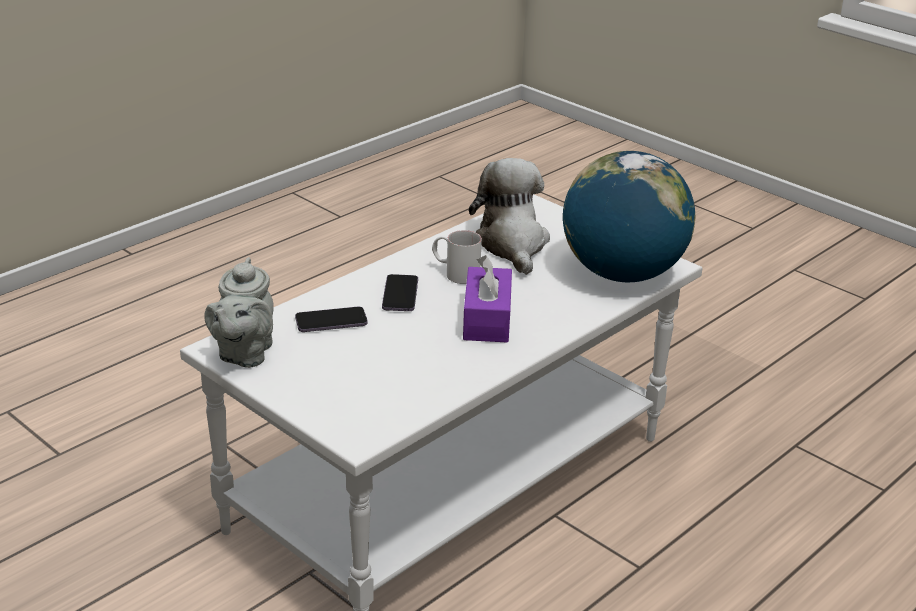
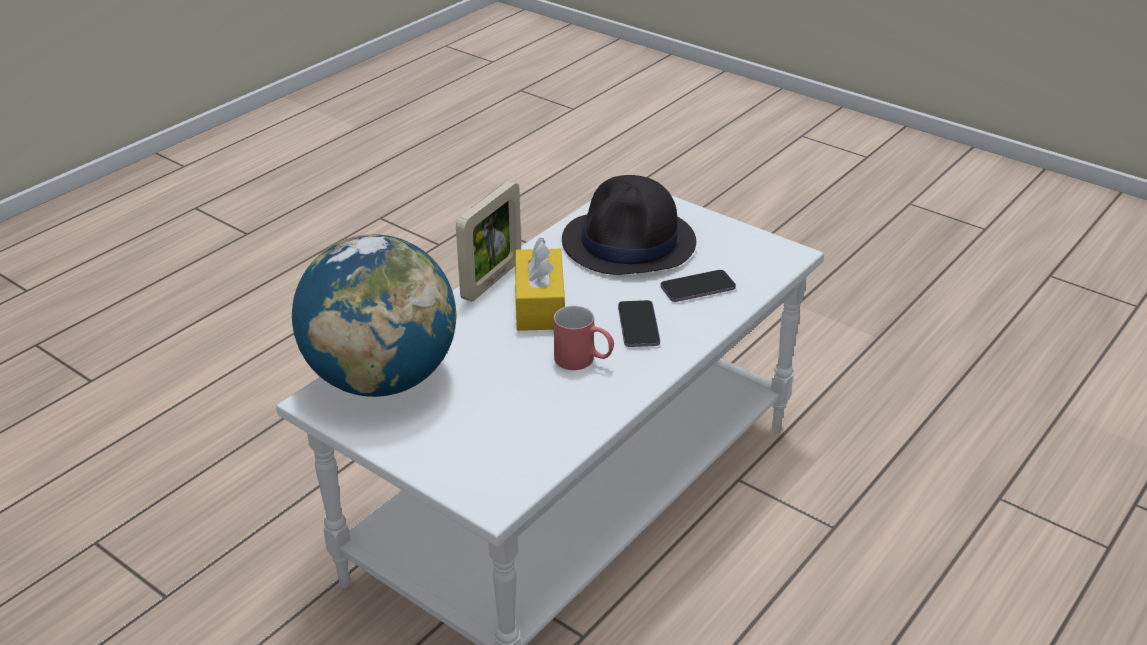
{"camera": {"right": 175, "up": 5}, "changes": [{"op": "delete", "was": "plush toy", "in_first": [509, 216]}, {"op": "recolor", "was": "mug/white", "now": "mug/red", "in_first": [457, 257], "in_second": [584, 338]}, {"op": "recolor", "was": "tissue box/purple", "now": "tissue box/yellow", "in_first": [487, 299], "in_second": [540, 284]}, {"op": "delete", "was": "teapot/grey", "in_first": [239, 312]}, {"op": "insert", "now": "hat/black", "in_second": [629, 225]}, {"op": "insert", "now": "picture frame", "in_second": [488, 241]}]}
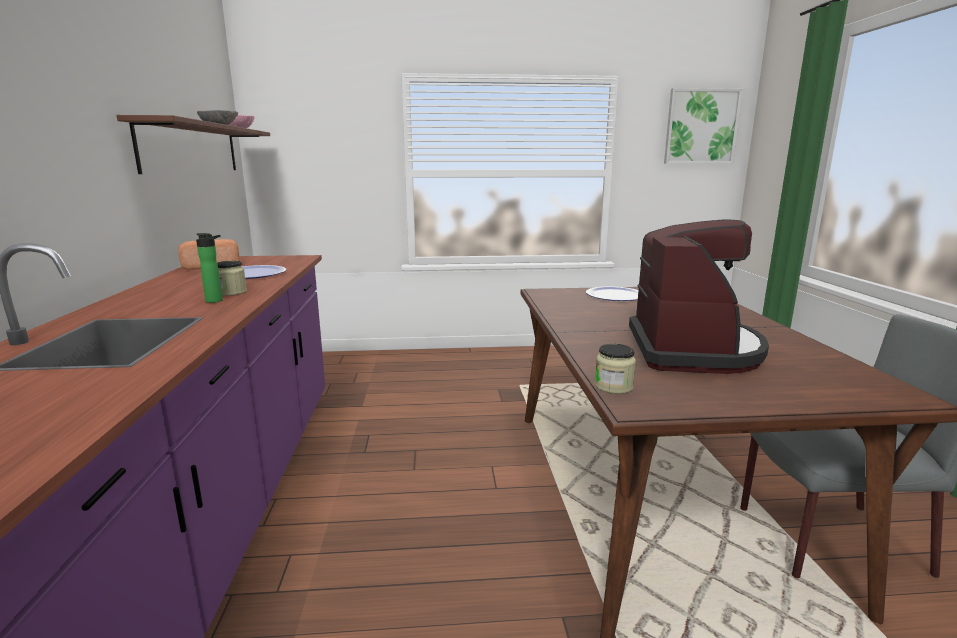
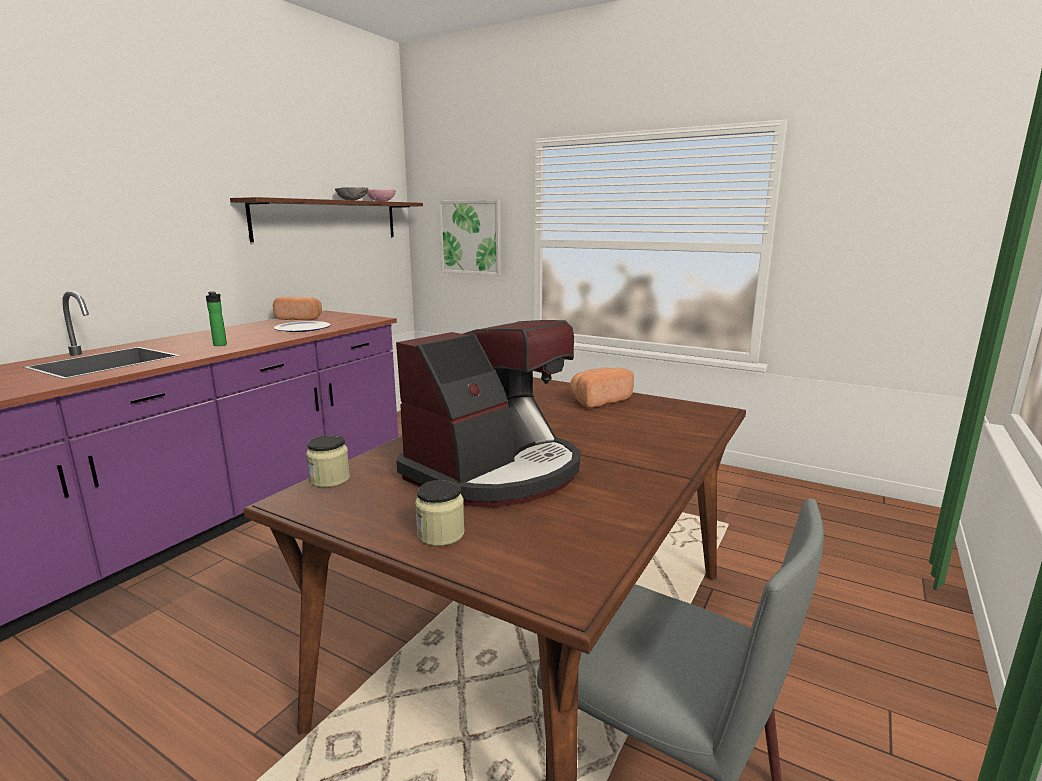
{"camera": {"right": 35, "up": 0}, "changes": [{"op": "move", "was": "picture", "in_first": [703, 126], "in_second": [470, 237]}, {"op": "move", "was": "jar", "in_first": [232, 278], "in_second": [440, 513]}, {"op": "replace", "was": "plate", "now": "bread", "in_first": [612, 293], "in_second": [602, 388]}]}
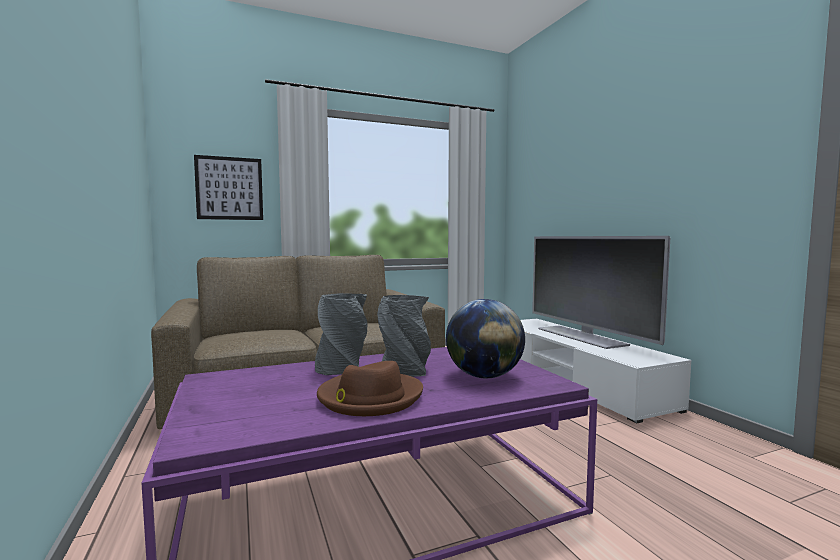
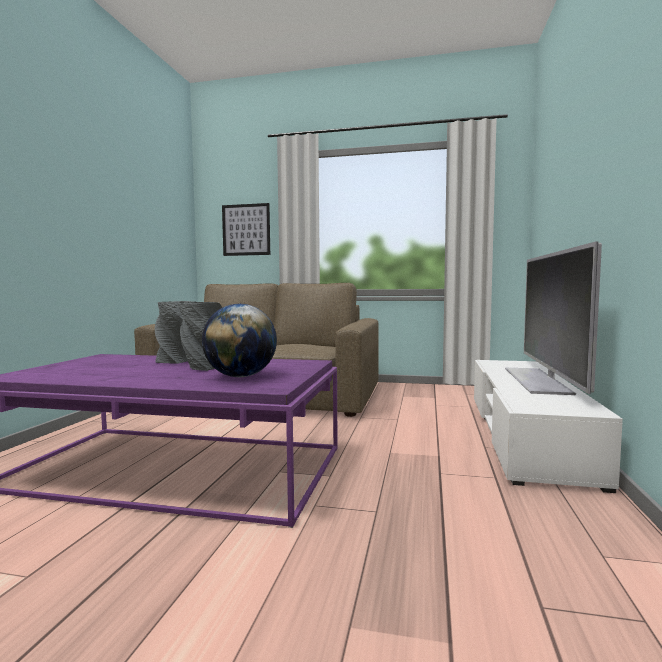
{"camera": {"right": 35, "up": 0}, "changes": [{"op": "delete", "was": "hat/brown", "in_first": [370, 388]}]}
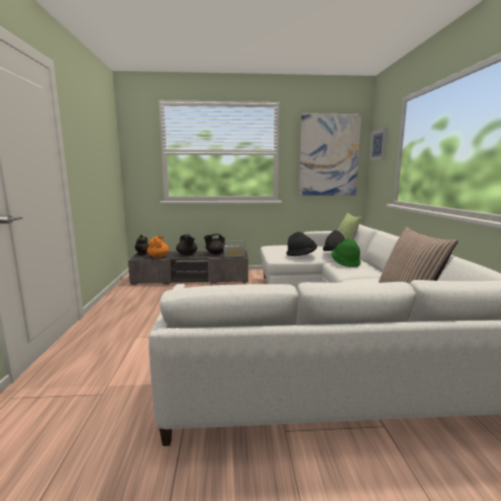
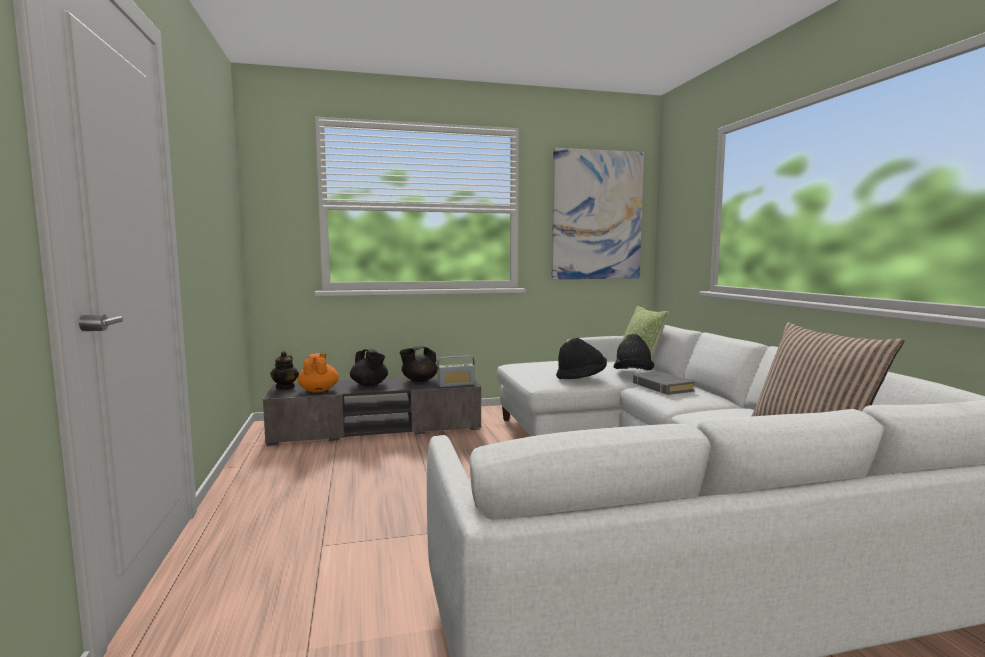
{"camera": {"right": -10, "up": -5}, "changes": [{"op": "delete", "was": "picture", "in_first": [378, 144]}, {"op": "replace", "was": "hat/green", "now": "book/grey", "in_first": [346, 252], "in_second": [664, 383]}]}
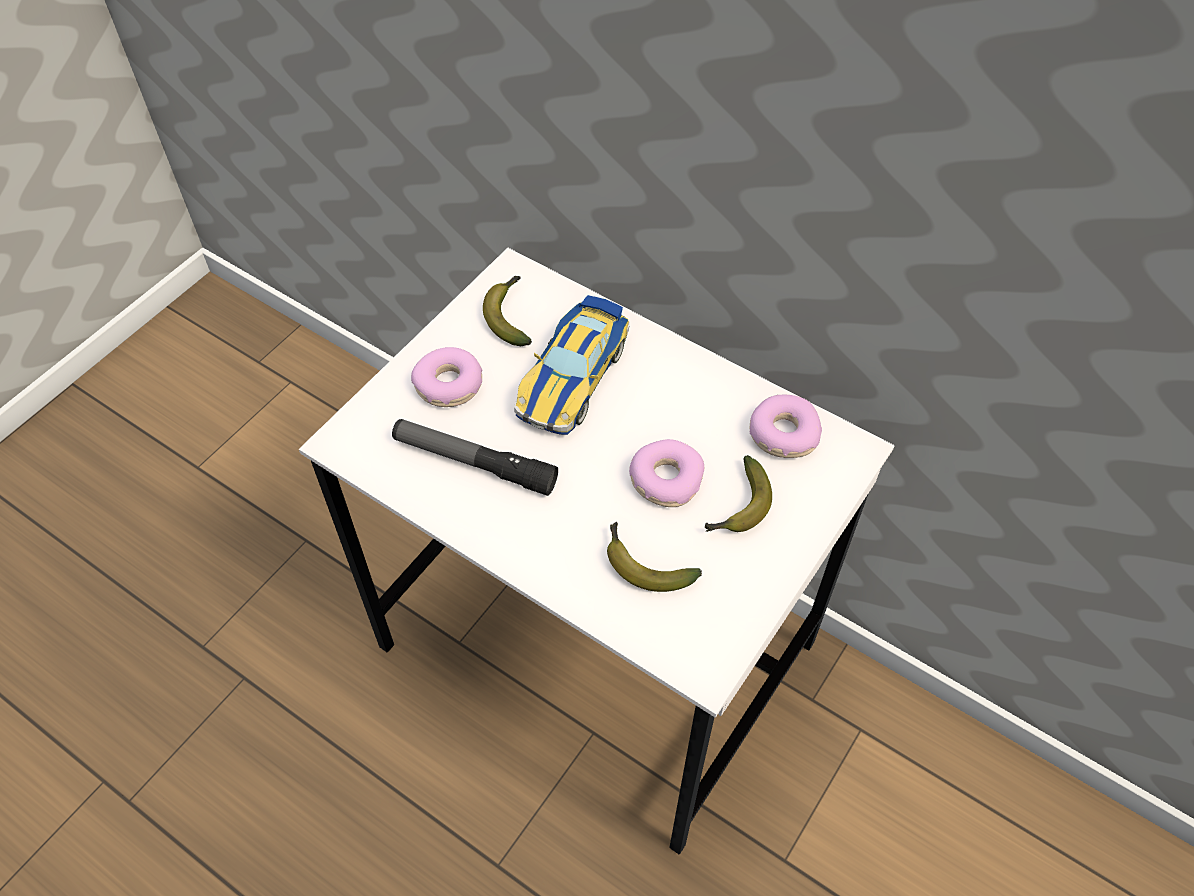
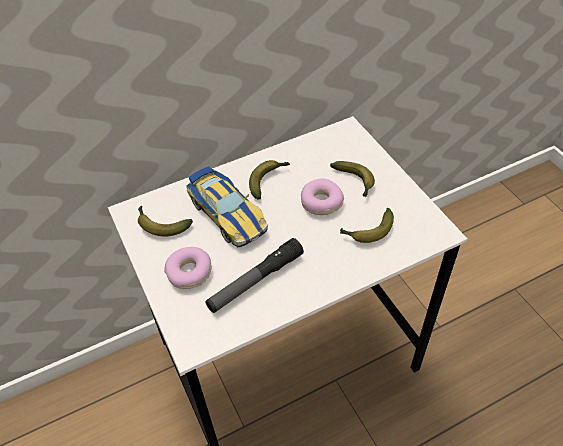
{"camera": {"right": -60, "up": -5}, "changes": [{"op": "delete", "was": "donut", "in_first": [786, 426]}, {"op": "insert", "now": "banana", "in_second": [269, 180]}]}
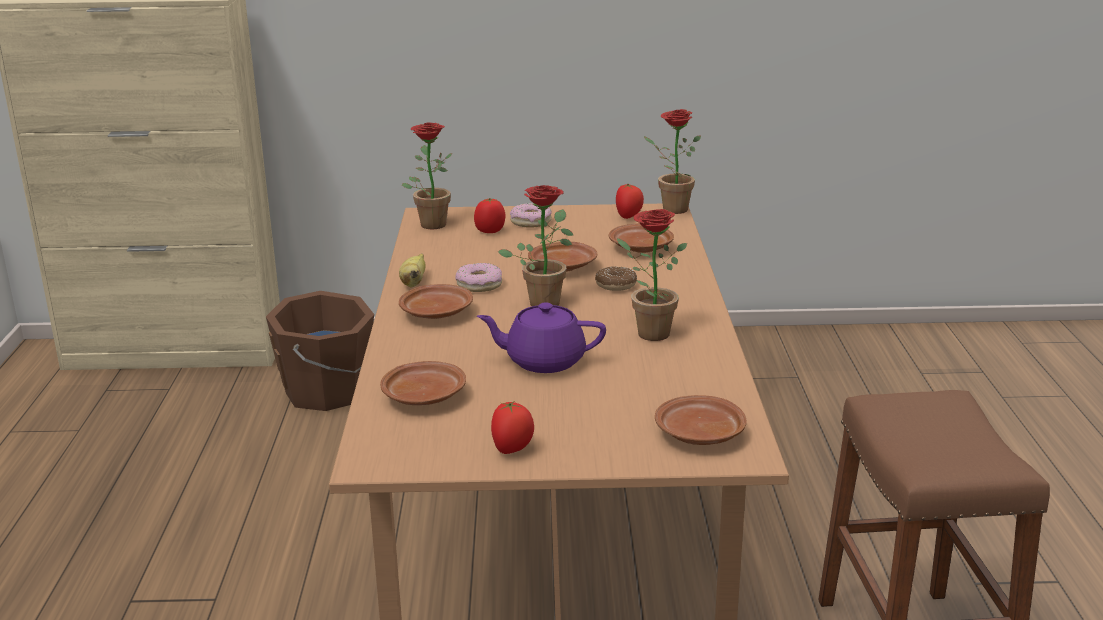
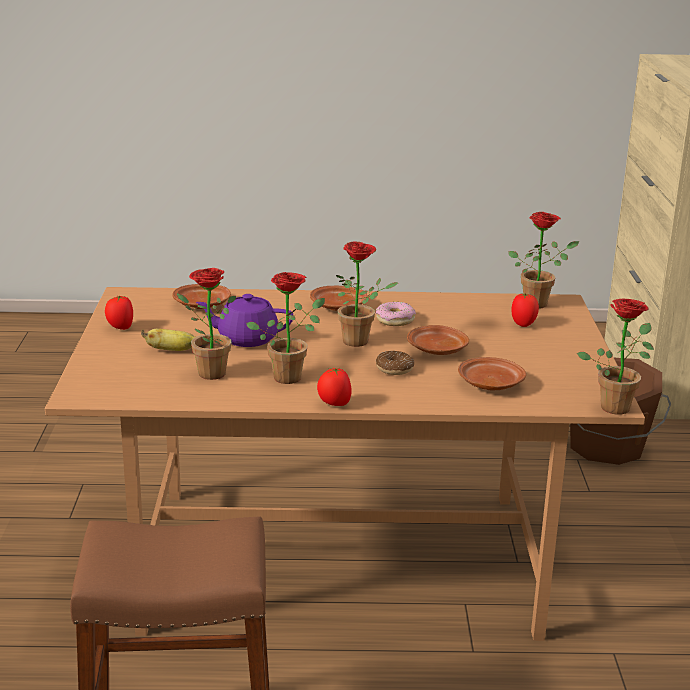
{"camera": {"right": 90, "up": 0}, "changes": [{"op": "move", "was": "tomato", "in_first": [630, 201], "in_second": [334, 387]}, {"op": "delete", "was": "donut", "in_first": [531, 215]}, {"op": "move", "was": "banana", "in_first": [412, 270], "in_second": [168, 339]}, {"op": "rotate", "was": "teapot/purple", "in_first": [541, 338], "in_second": [245, 320], "clockwise": -90}, {"op": "delete", "was": "plate/brown", "in_first": [701, 420]}, {"op": "insert", "now": "potted plant", "in_second": [206, 324]}]}
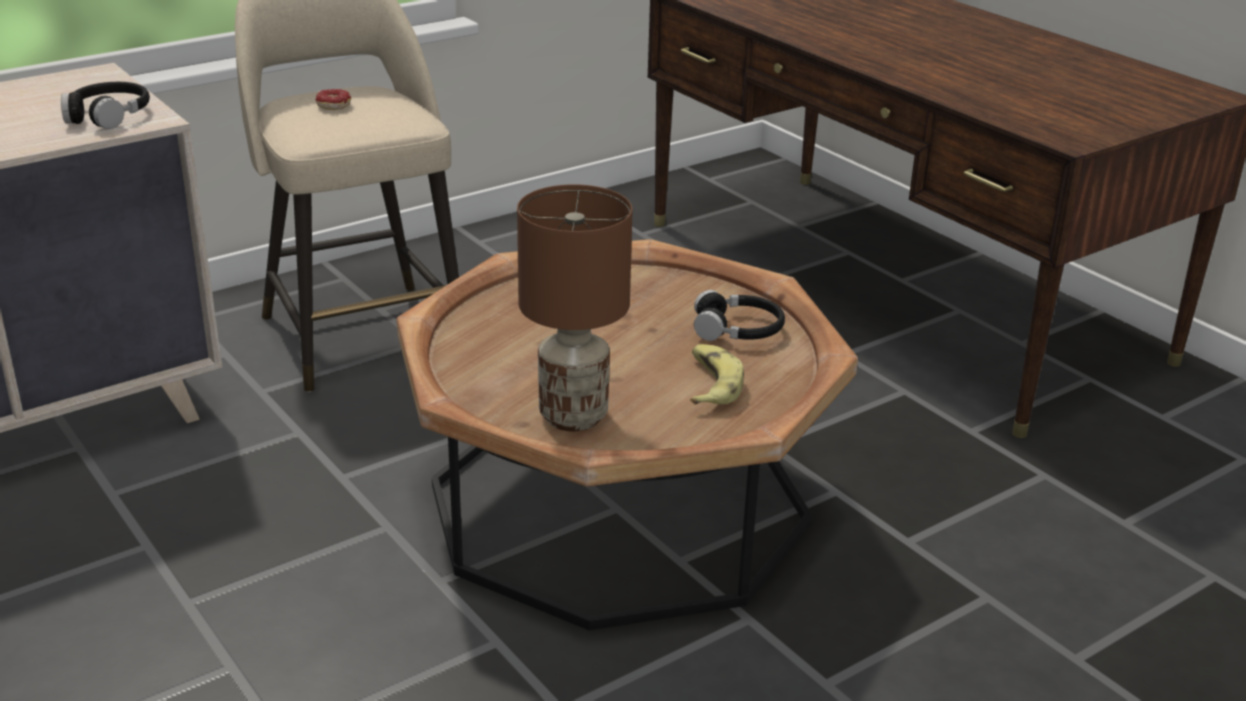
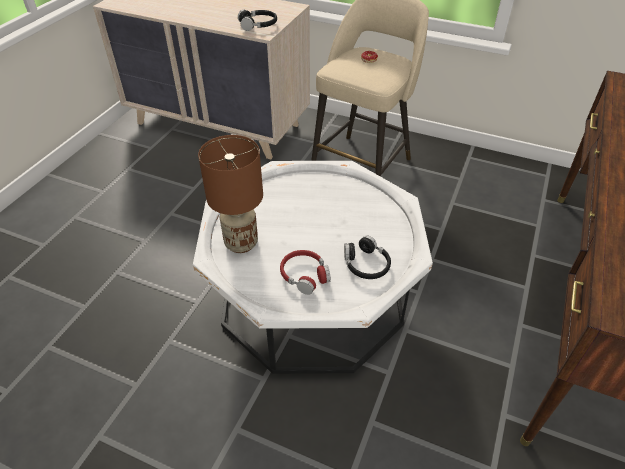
{"camera": {"right": 60, "up": 15}, "changes": [{"op": "recolor", "was": "coffee table/brown", "now": "coffee table/white", "in_first": [627, 434], "in_second": [313, 267]}, {"op": "replace", "was": "banana", "now": "headphones/red", "in_first": [717, 374], "in_second": [305, 272]}]}
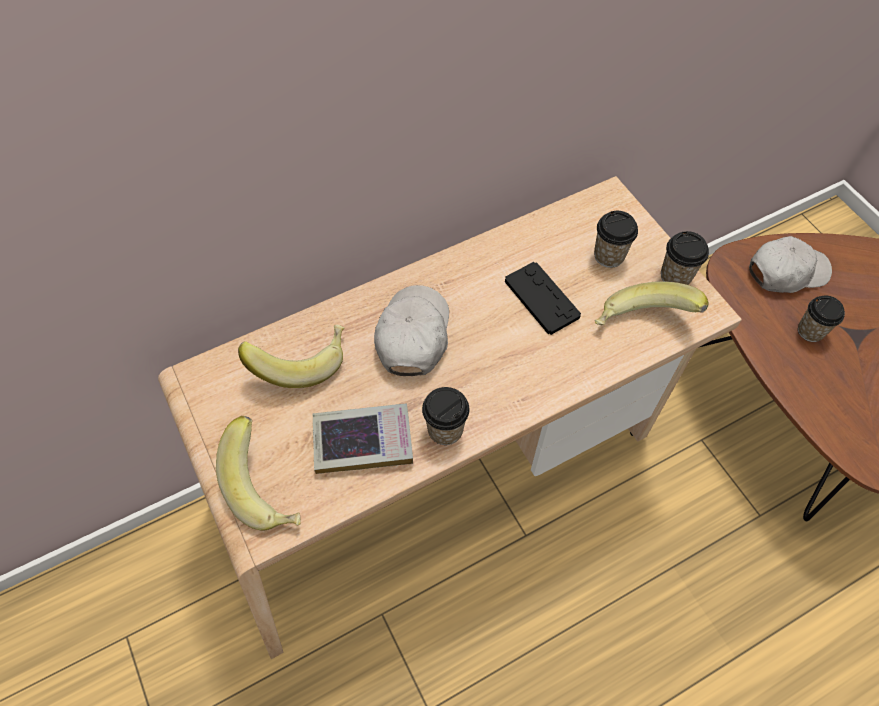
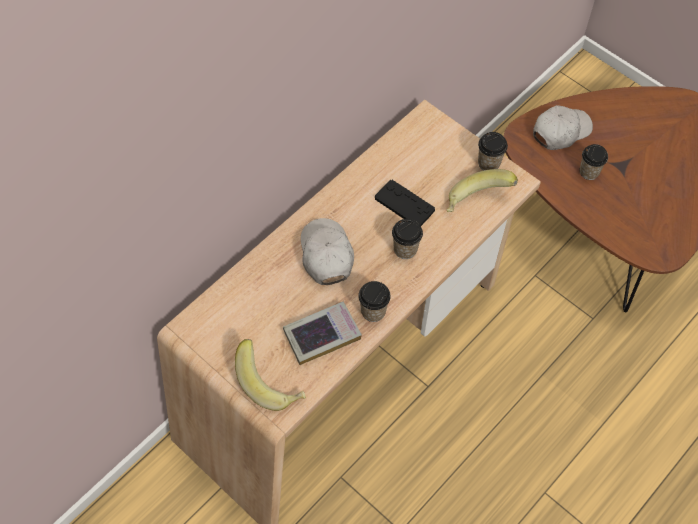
{"camera": {"right": -20, "up": 0}, "changes": [{"op": "move", "was": "cup", "in_first": [616, 239], "in_second": [407, 239]}, {"op": "delete", "was": "banana", "in_first": [291, 356]}]}
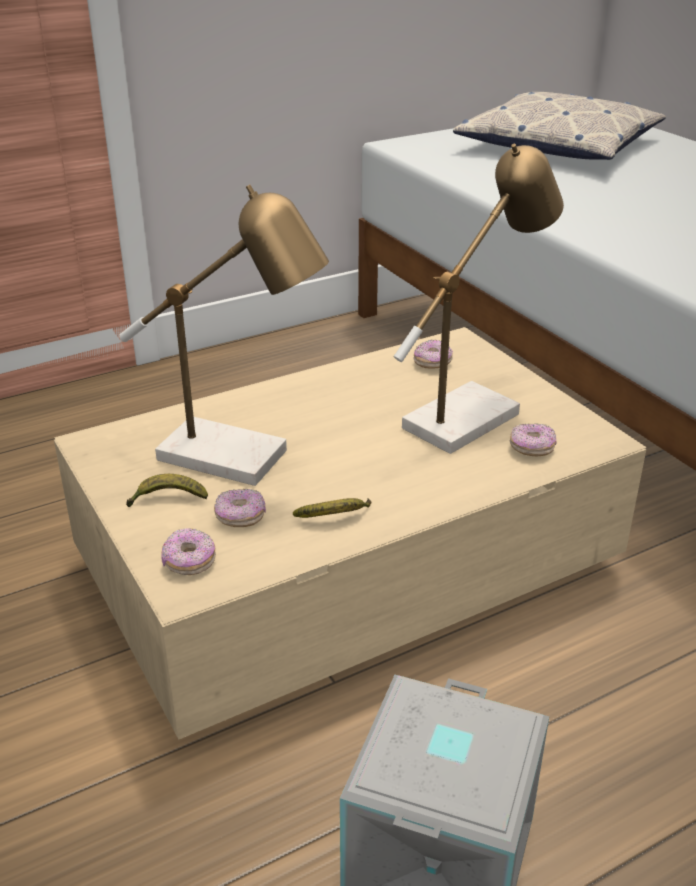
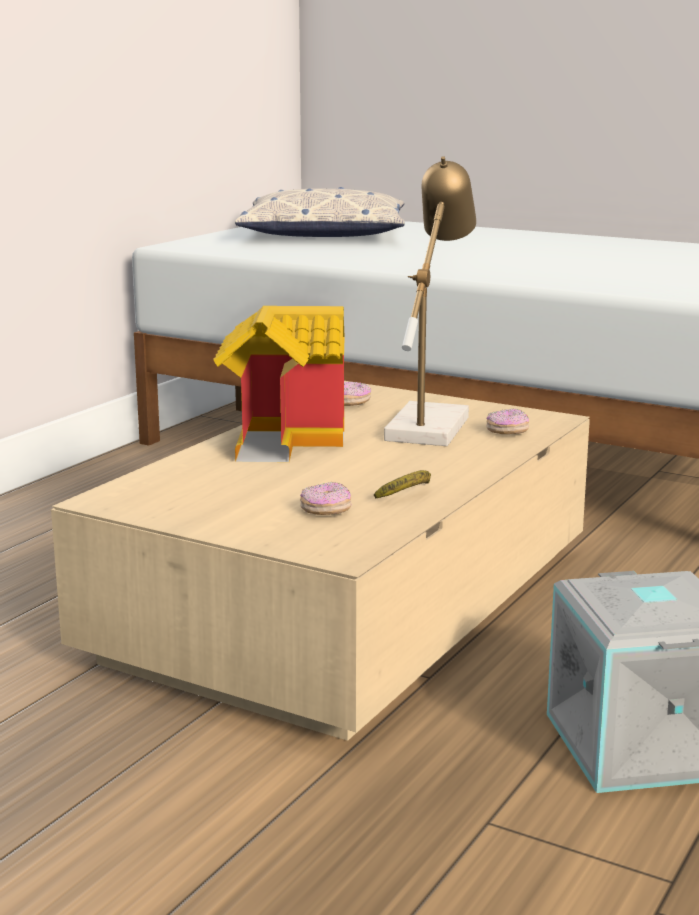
{"camera": {"right": -30, "up": -15}, "changes": [{"op": "delete", "was": "table lamp", "in_first": [224, 335]}, {"op": "delete", "was": "banana", "in_first": [167, 490]}, {"op": "delete", "was": "donut", "in_first": [188, 551]}, {"op": "insert", "now": "toy house", "in_second": [279, 384]}]}
